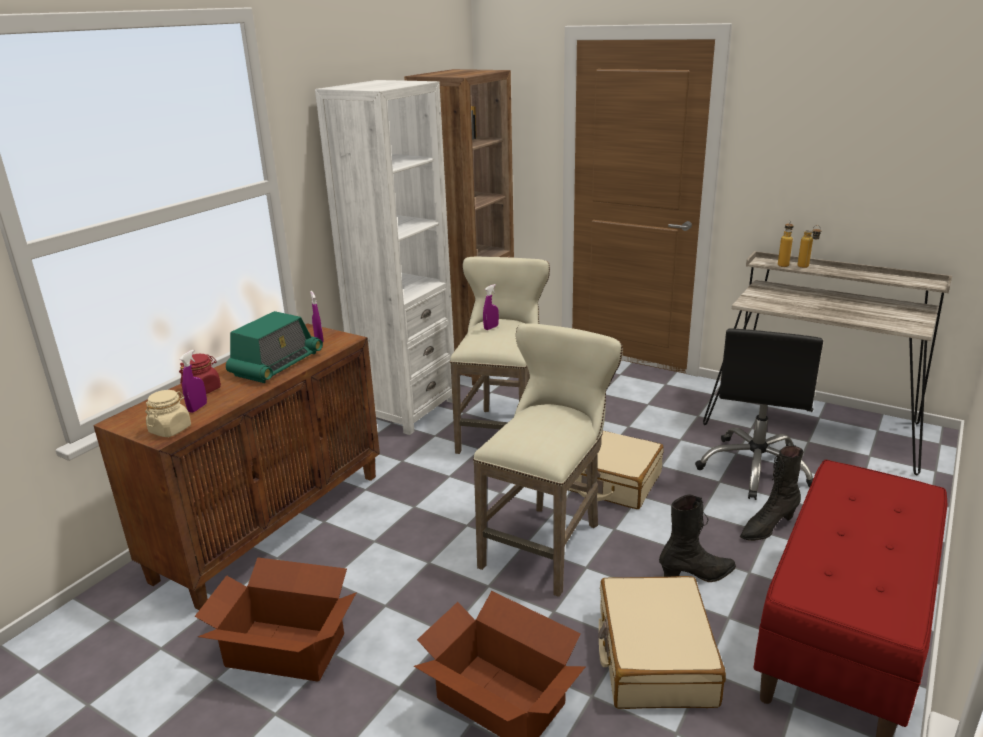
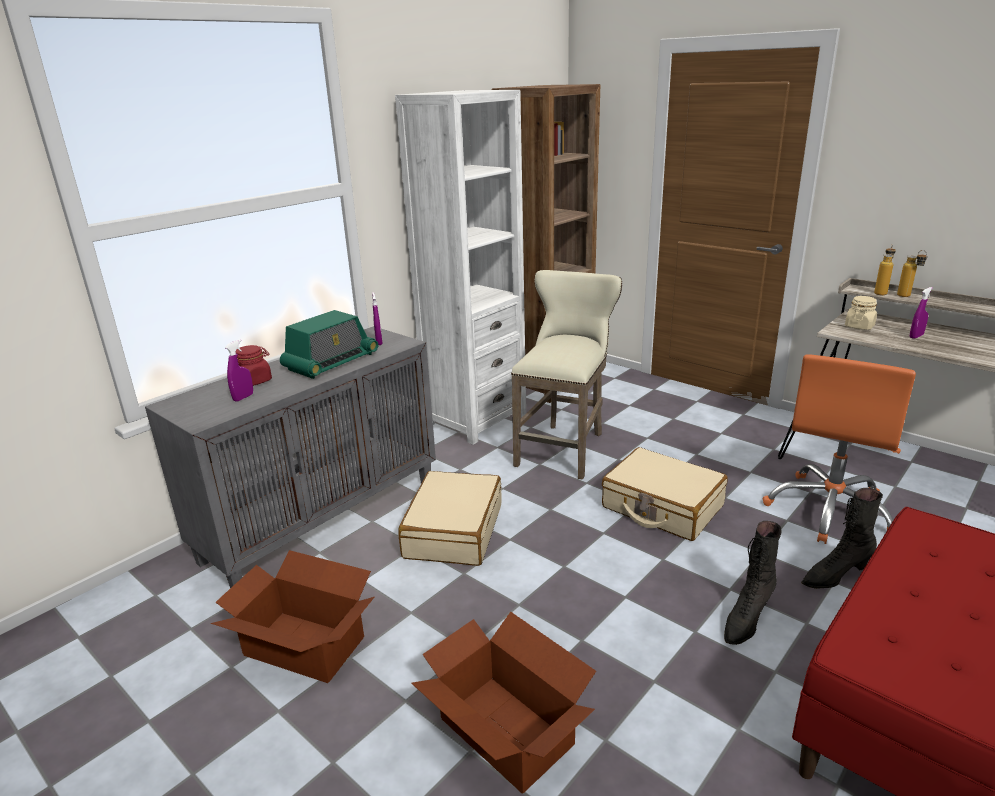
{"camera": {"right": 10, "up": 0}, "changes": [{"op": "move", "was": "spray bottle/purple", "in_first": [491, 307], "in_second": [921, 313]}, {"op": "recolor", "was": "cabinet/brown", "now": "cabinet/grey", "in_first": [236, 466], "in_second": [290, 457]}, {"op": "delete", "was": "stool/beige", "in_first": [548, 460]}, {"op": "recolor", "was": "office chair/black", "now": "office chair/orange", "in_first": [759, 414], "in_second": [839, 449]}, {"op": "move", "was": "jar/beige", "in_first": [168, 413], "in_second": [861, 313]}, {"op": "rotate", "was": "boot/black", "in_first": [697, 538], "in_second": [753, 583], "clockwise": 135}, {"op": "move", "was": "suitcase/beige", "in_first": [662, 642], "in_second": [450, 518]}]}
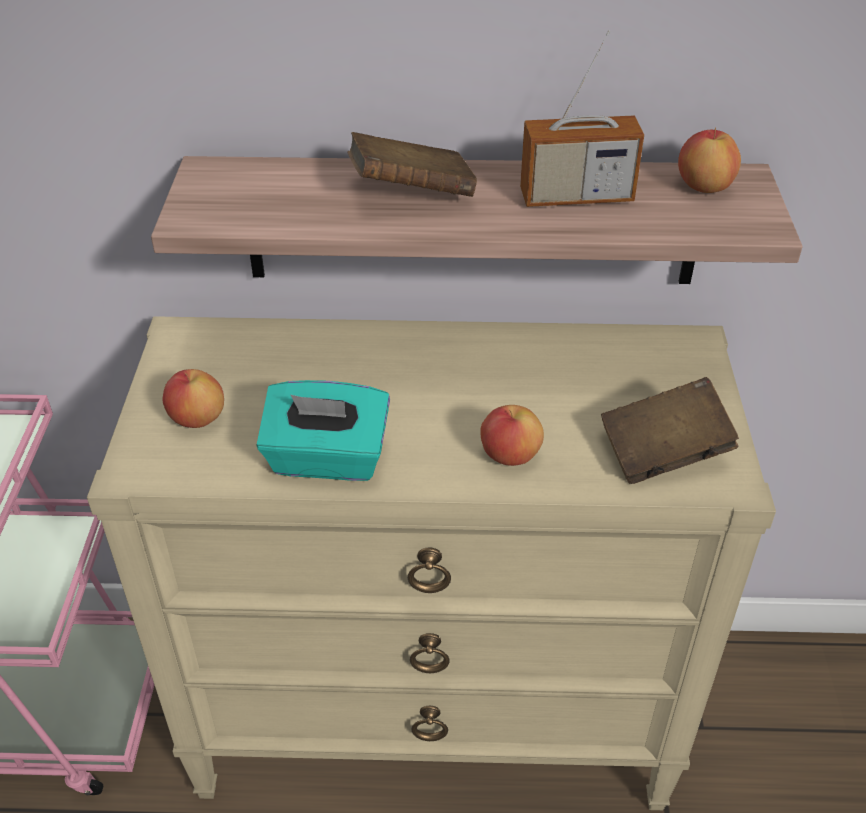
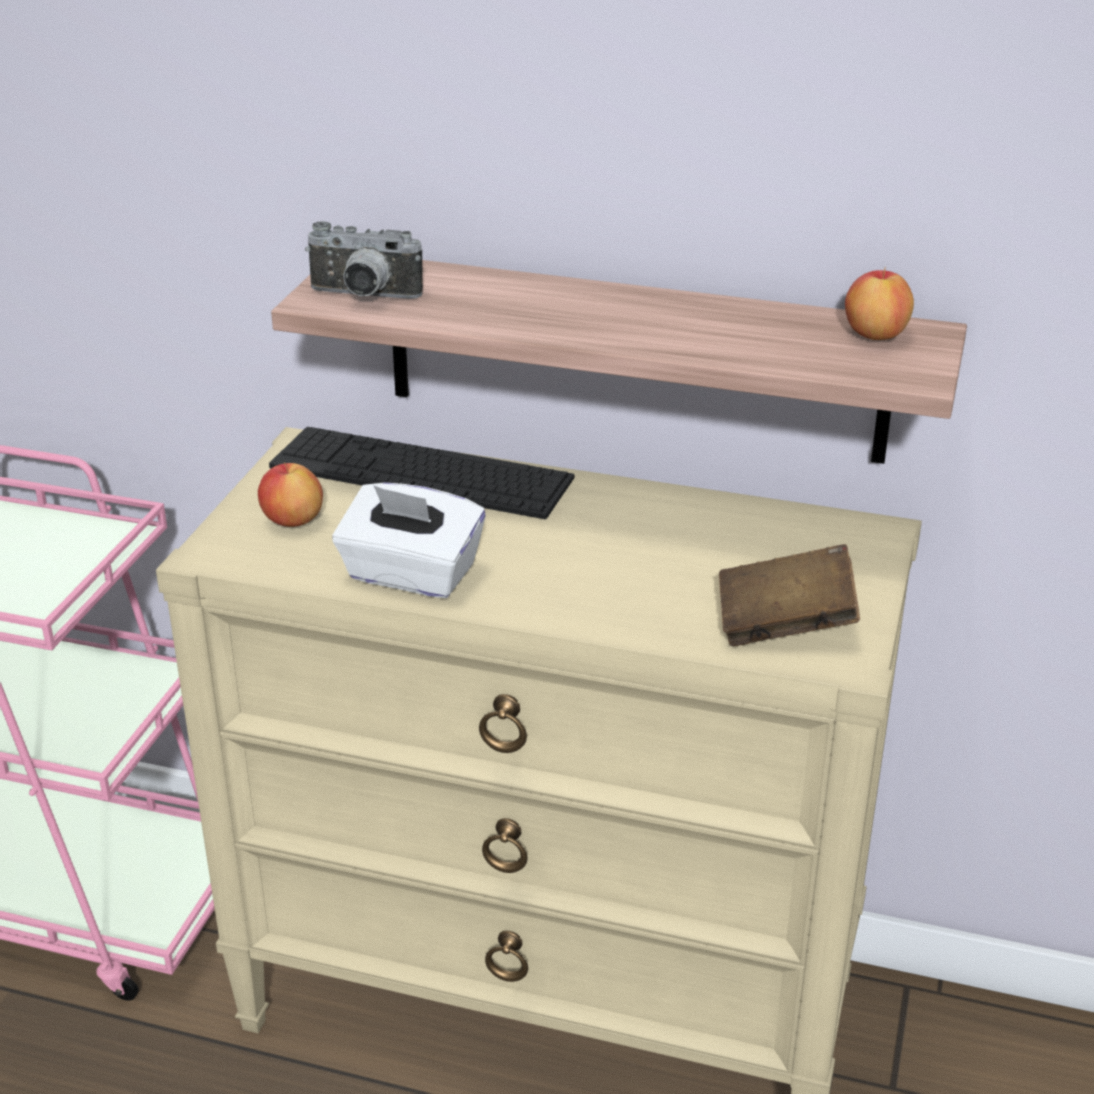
{"camera": {"right": 15, "up": -10}, "changes": [{"op": "delete", "was": "radio", "in_first": [582, 118]}, {"op": "delete", "was": "book/brown", "in_first": [412, 164]}, {"op": "recolor", "was": "tissue box/turquoise", "now": "tissue box/white", "in_first": [323, 430], "in_second": [409, 540]}, {"op": "delete", "was": "apple", "in_first": [512, 435]}, {"op": "insert", "now": "photo camera", "in_second": [364, 260]}, {"op": "insert", "now": "keyboard", "in_second": [421, 473]}]}
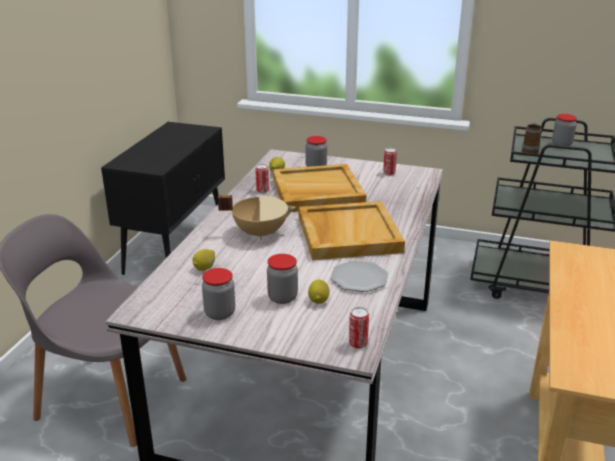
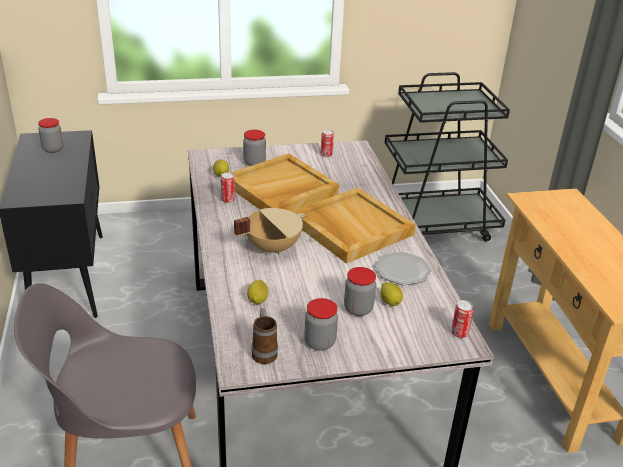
{"camera": {"right": -30, "up": 5}, "changes": [{"op": "move", "was": "jar", "in_first": [564, 130], "in_second": [50, 135]}, {"op": "move", "was": "mug", "in_first": [532, 138], "in_second": [265, 336]}]}
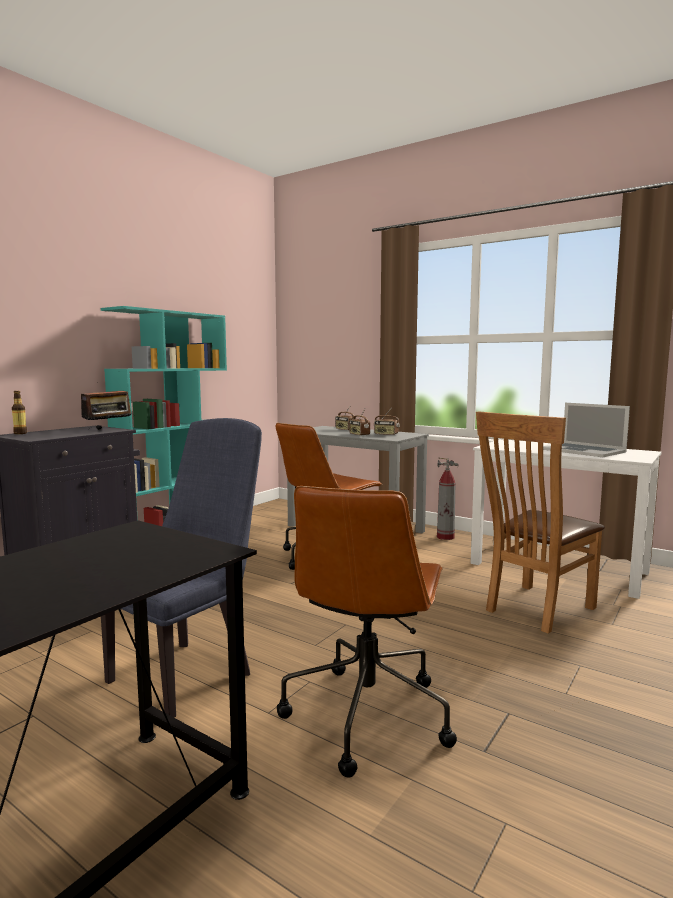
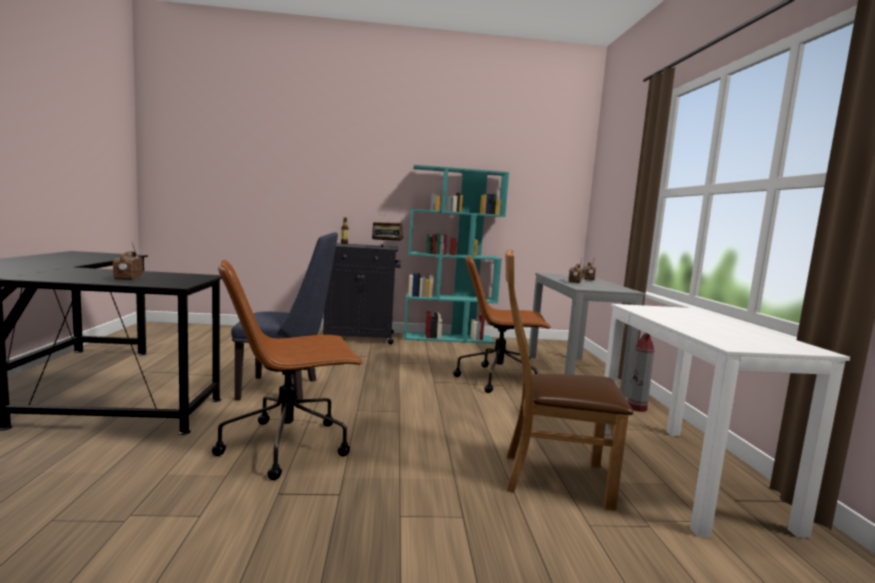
{"camera": {"right": 50, "up": 0}, "changes": [{"op": "delete", "was": "laptop", "in_first": [586, 430]}, {"op": "move", "was": "radio", "in_first": [387, 422], "in_second": [128, 261]}]}
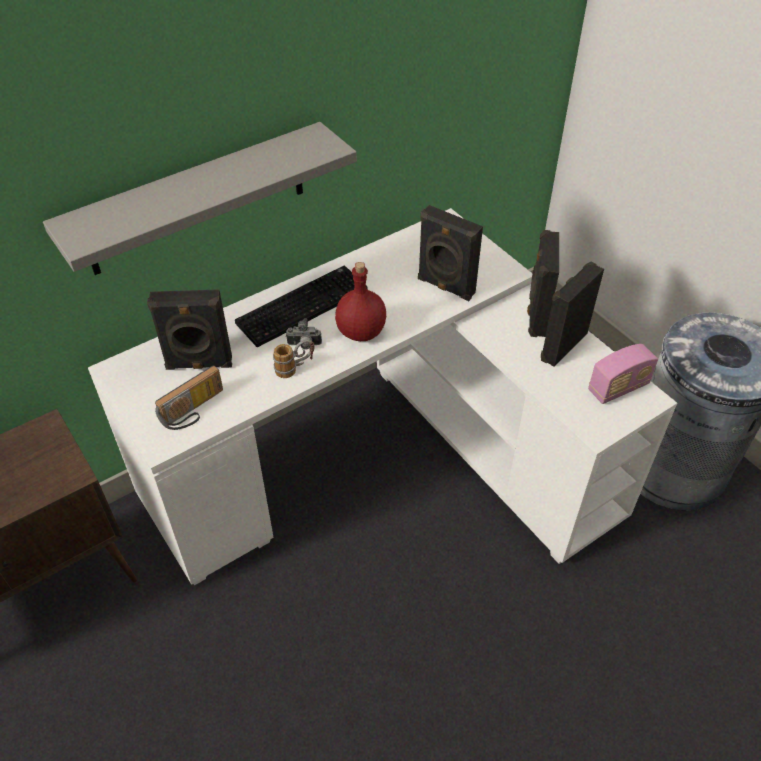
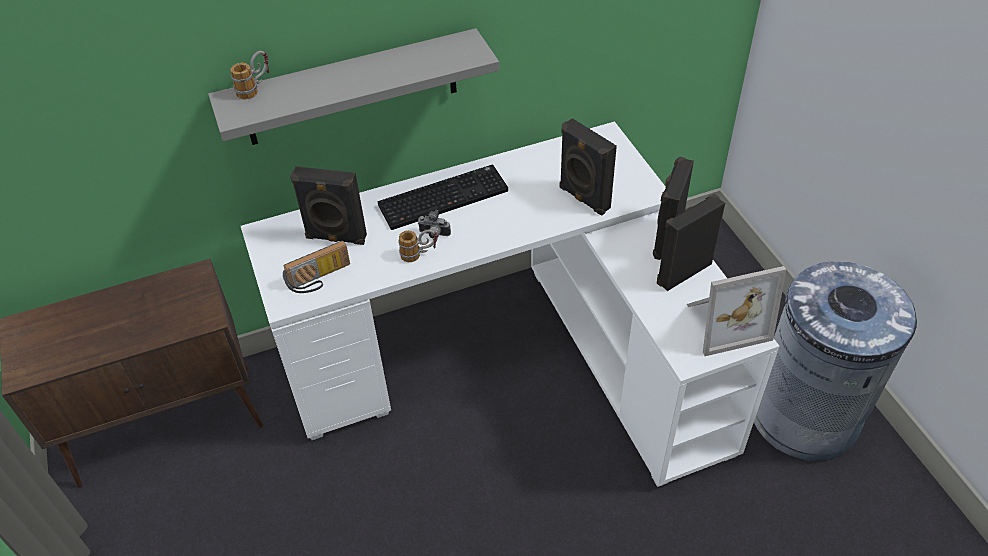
{"camera": {"right": 15, "up": 0}, "changes": [{"op": "delete", "was": "bottle/red", "in_first": [360, 301]}, {"op": "replace", "was": "radio", "now": "picture frame", "in_first": [623, 374], "in_second": [736, 311]}, {"op": "insert", "now": "mug", "in_second": [249, 75]}]}
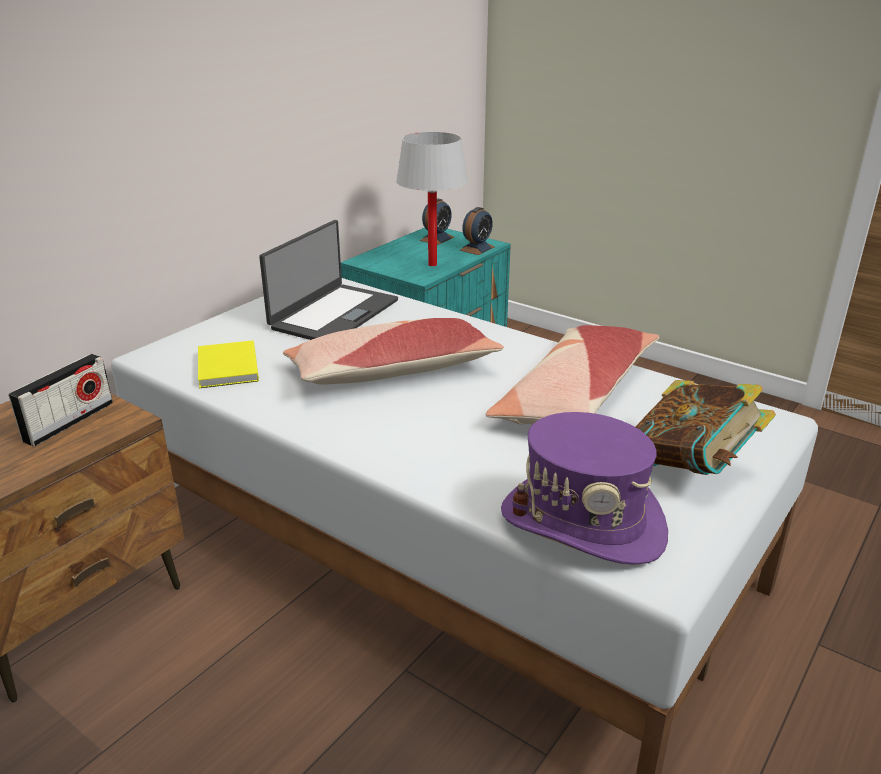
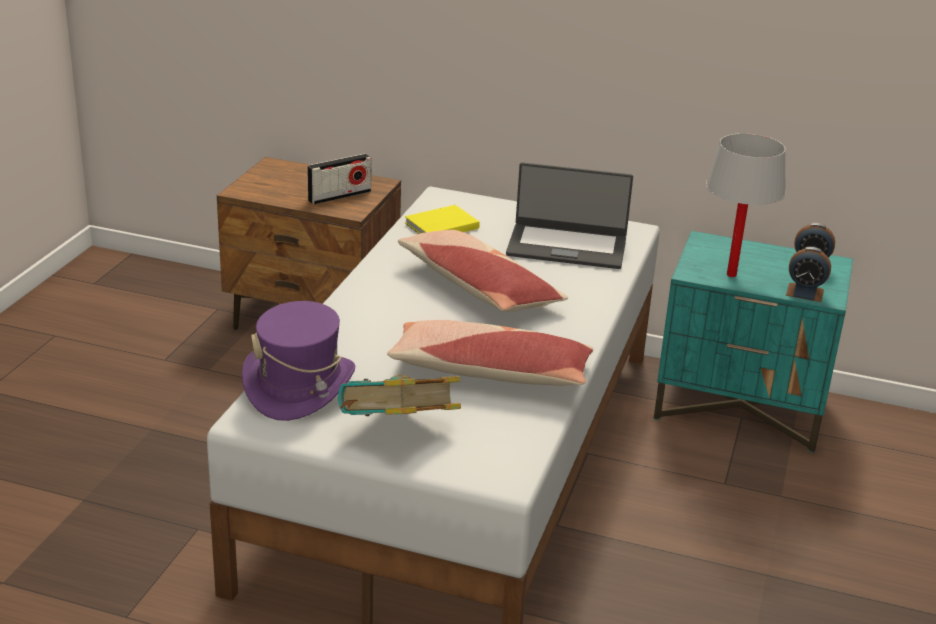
{"camera": {"right": 70, "up": 0}, "changes": [{"op": "rotate", "was": "radio", "in_first": [60, 400], "in_second": [339, 179], "clockwise": -45}]}
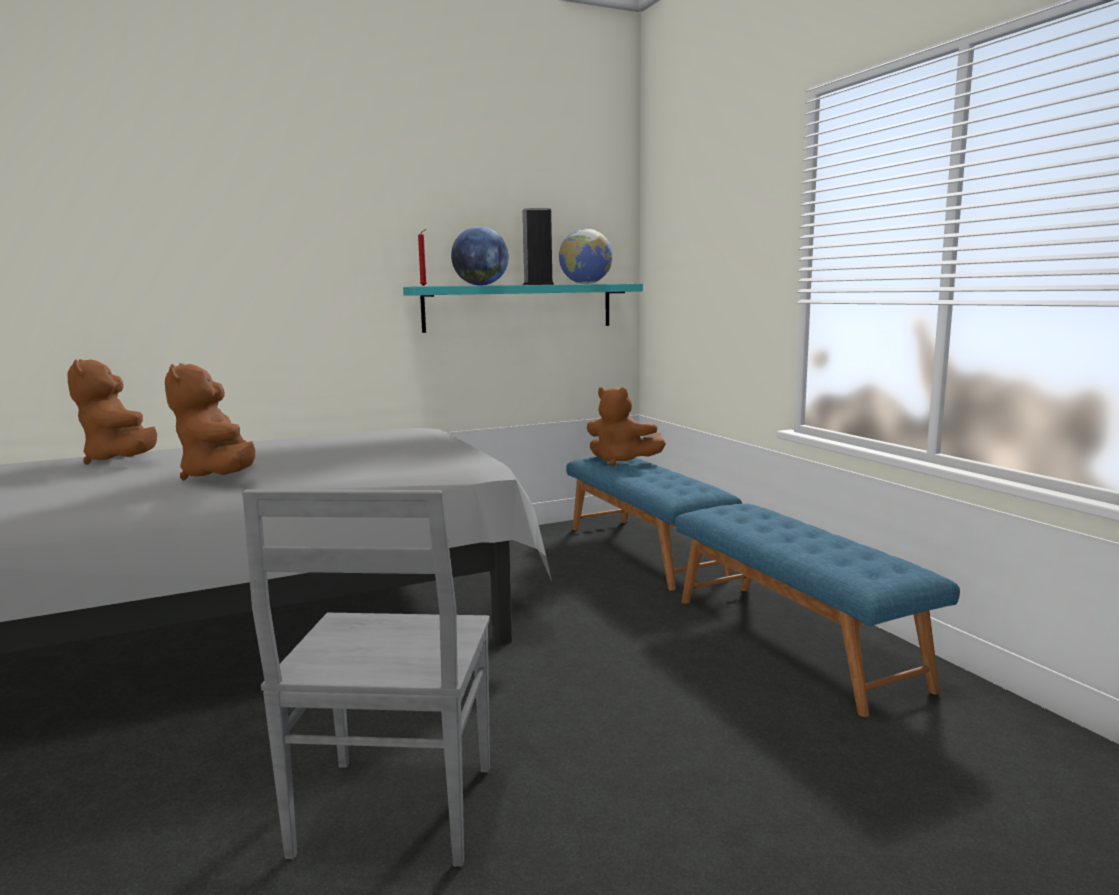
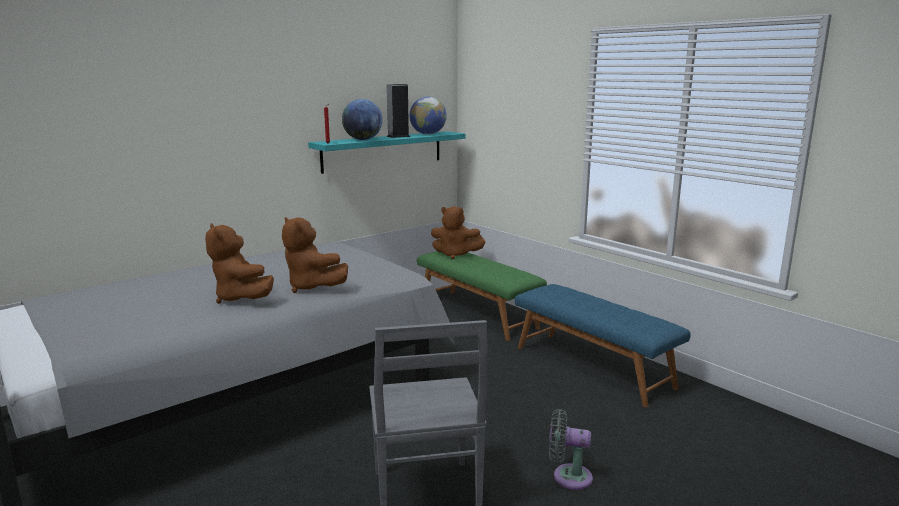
{"camera": {"right": -15, "up": 5}, "changes": [{"op": "move", "was": "plush toy/brown", "in_first": [112, 412], "in_second": [315, 255]}, {"op": "recolor", "was": "bench/blue", "now": "bench/green", "in_first": [654, 524], "in_second": [482, 296]}, {"op": "insert", "now": "fan/grey", "in_second": [571, 449]}]}
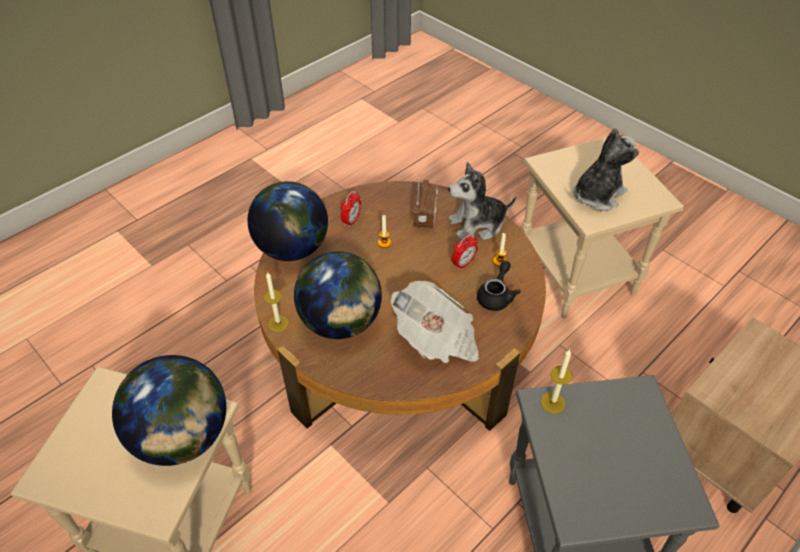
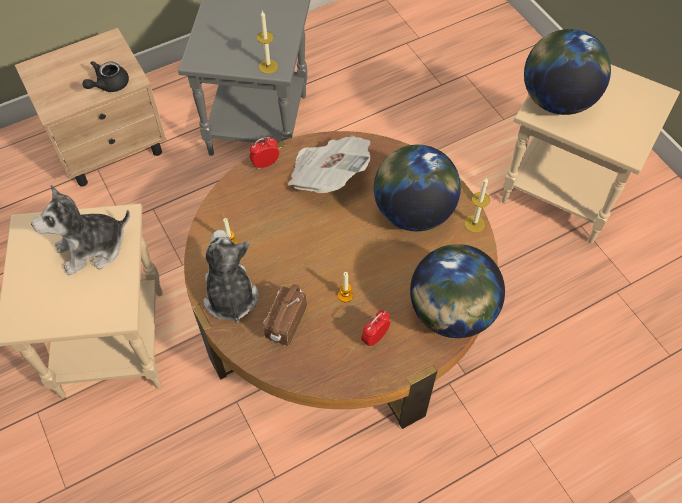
{"camera": {"right": -165, "up": 10}, "changes": [{"op": "rotate", "was": "plush toy", "in_first": [482, 201], "in_second": [230, 277], "clockwise": -105}, {"op": "move", "was": "alarm clock", "in_first": [465, 252], "in_second": [264, 153]}, {"op": "move", "was": "teapot/black", "in_first": [499, 285], "in_second": [105, 76]}]}
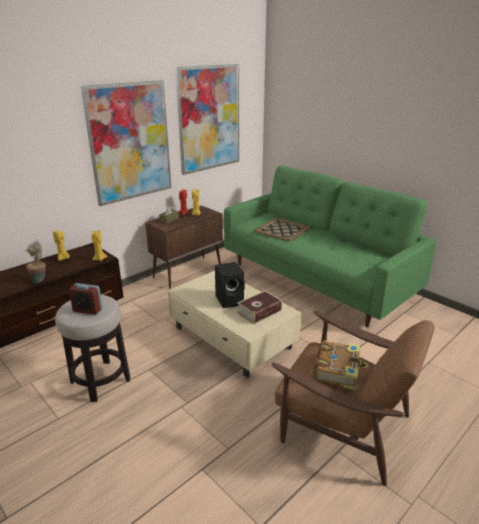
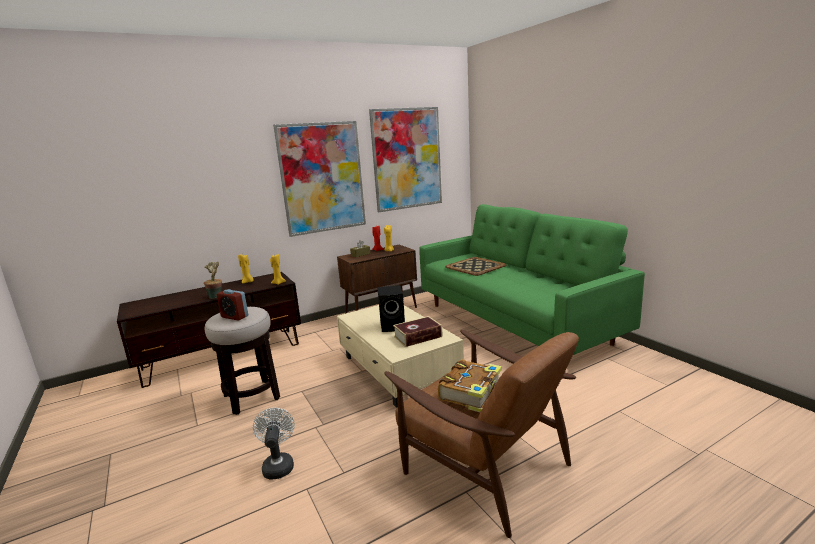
{"camera": {"right": 15, "up": -10}, "changes": [{"op": "insert", "now": "fan/white", "in_second": [274, 444]}]}
